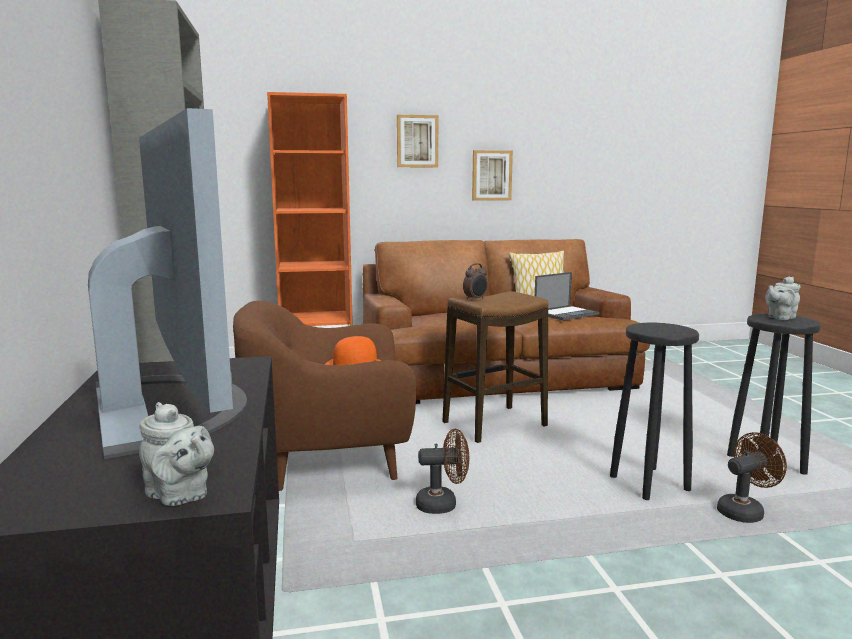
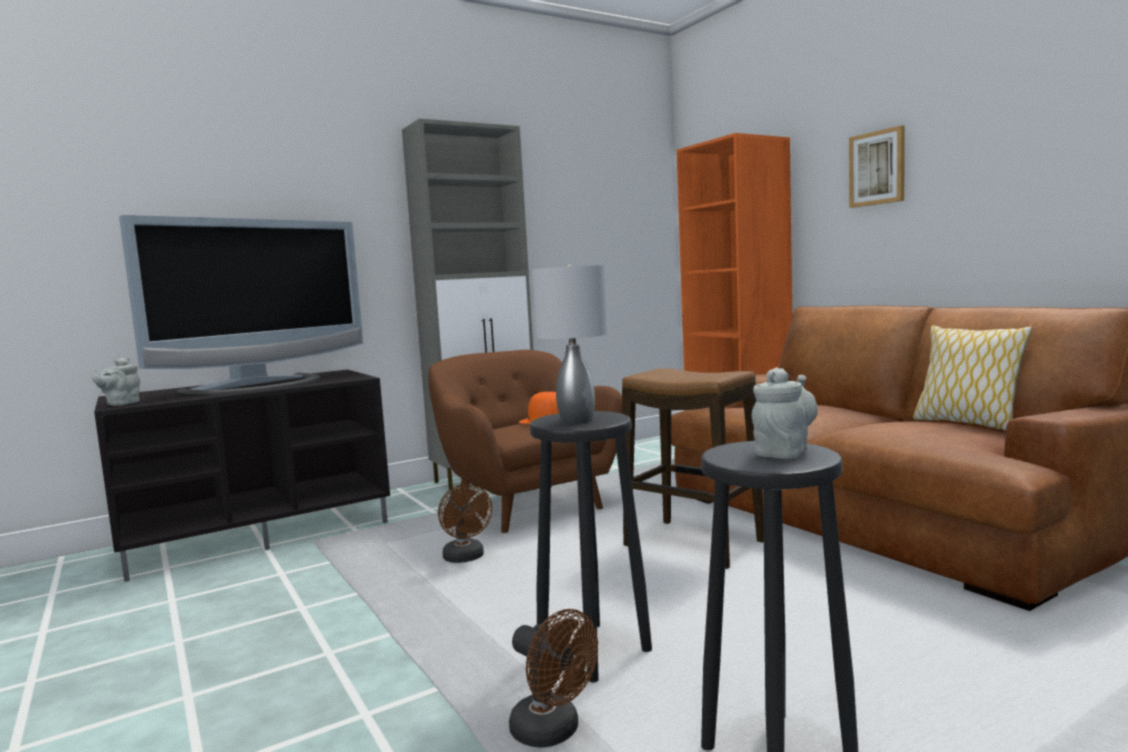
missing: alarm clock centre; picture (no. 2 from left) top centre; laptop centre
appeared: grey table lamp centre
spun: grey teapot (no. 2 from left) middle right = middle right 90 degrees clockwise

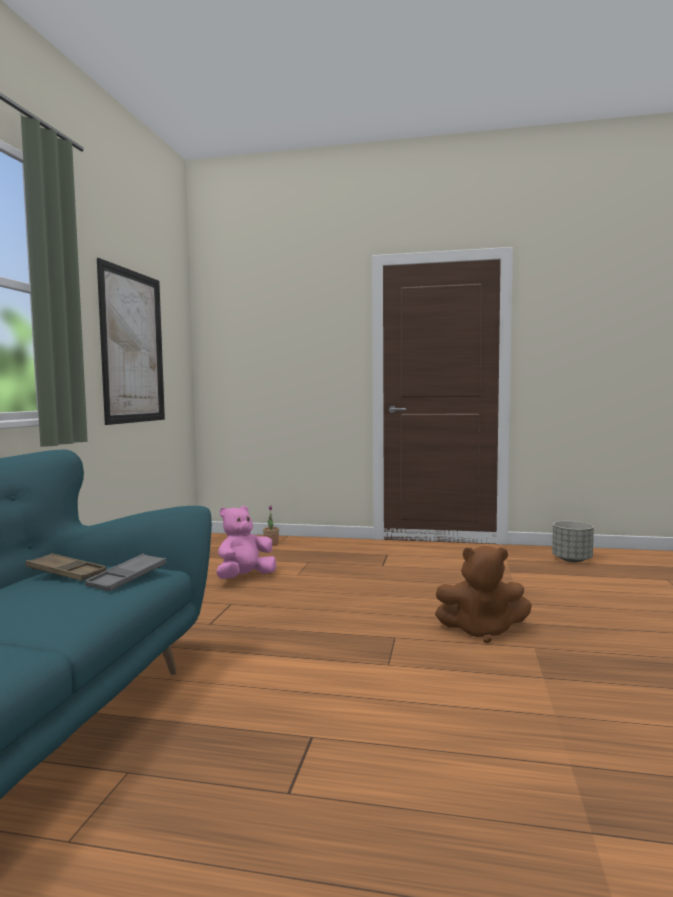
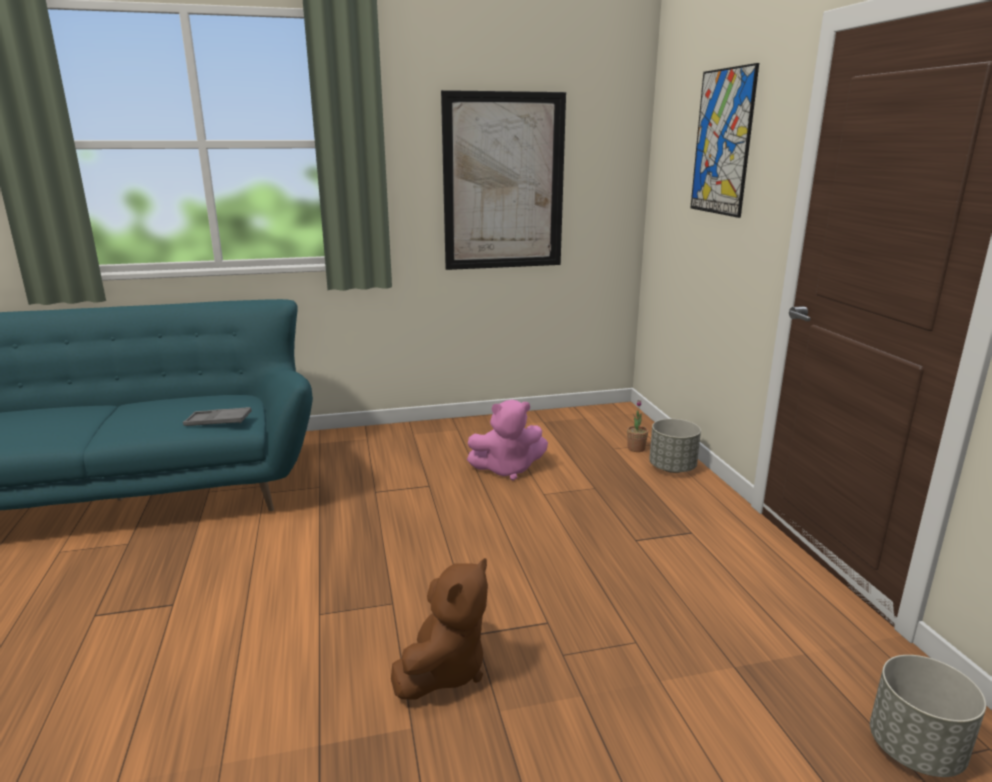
missing: brown tray middle left
appeared: grey planter (no. 1 from left) middle right; picture (no. 2 from left) top right
spun: pink plush toy centre = centre 150 degrees clockwise; brown plush toy middle right = bottom centre 135 degrees counterclockwise

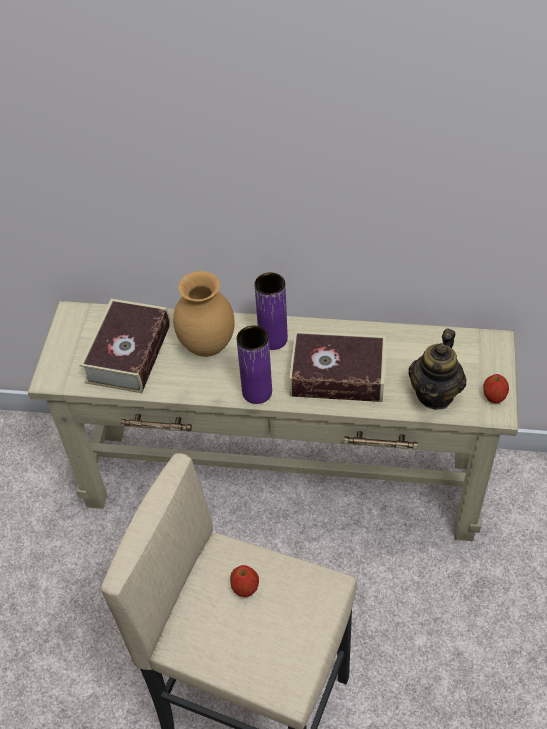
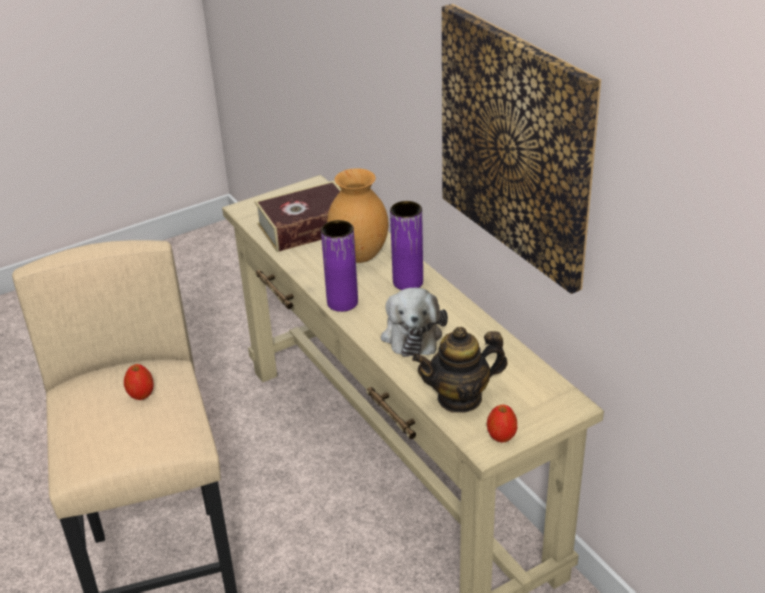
appeared: picture top right
exchanged: book (no. 2 from left) centre to plush toy centre

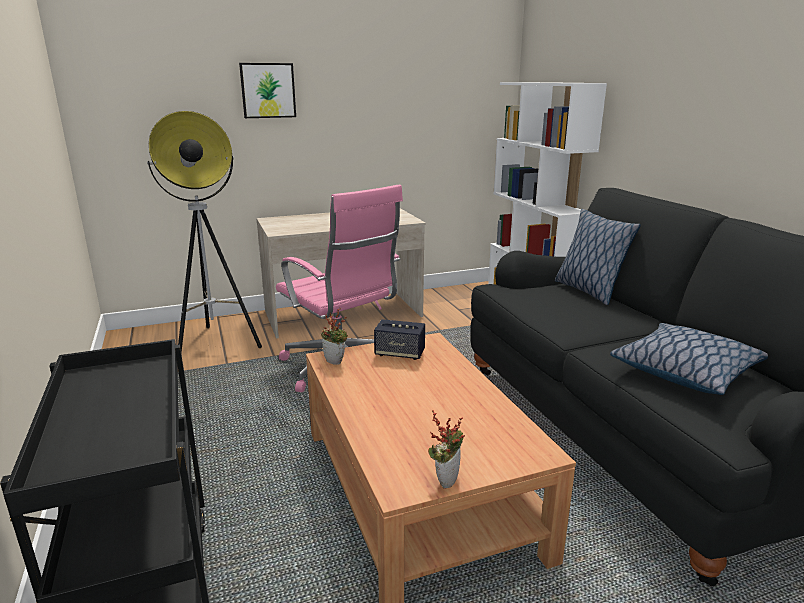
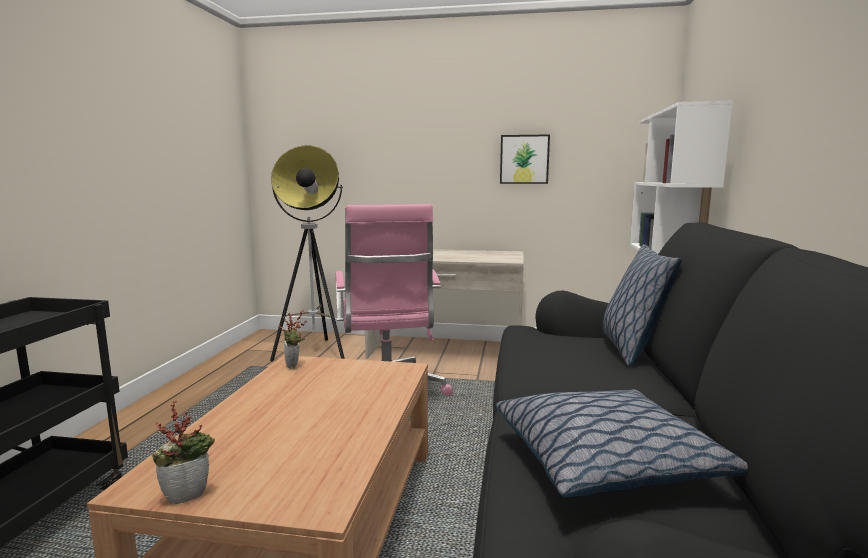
missing: speaker centre
relocated: picture top left to top centre

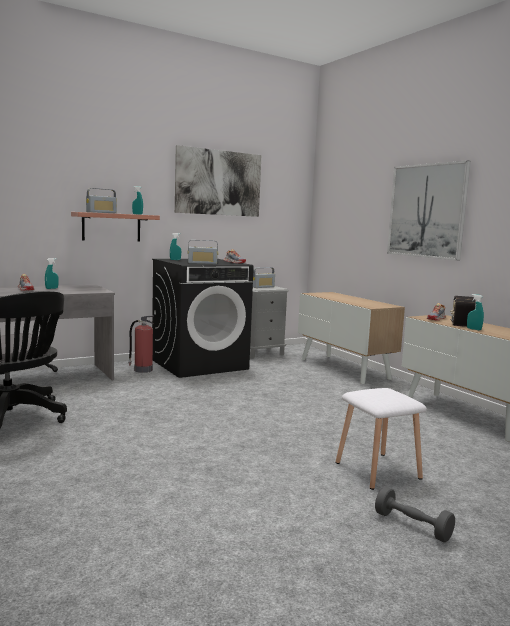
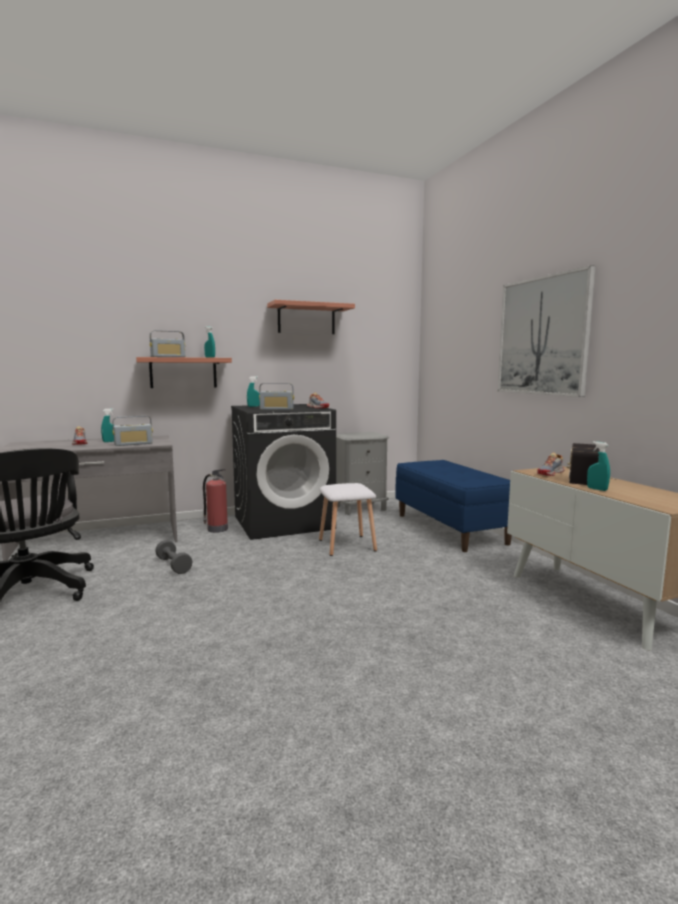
relocated: radio (no. 3 from left in the first image) centre to radio (no. 1 from left) middle left; white stool bottom right to centre; grey dumbbell bottom right to middle left
exchanged: picture (no. 1 from left) top centre to shelf (no. 2 from left) centre; cabinet (no. 1 from left) middle right to blue bench middle right

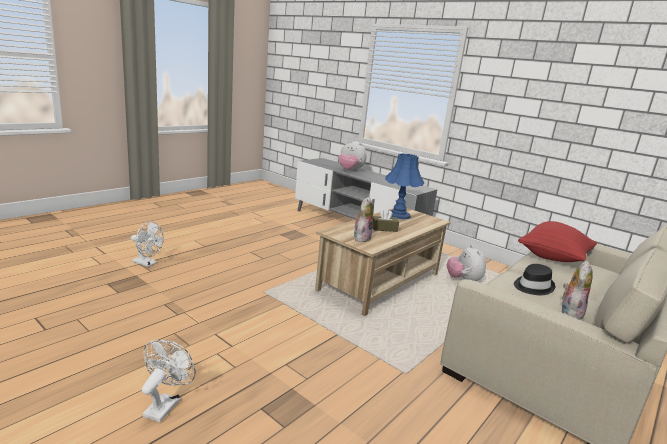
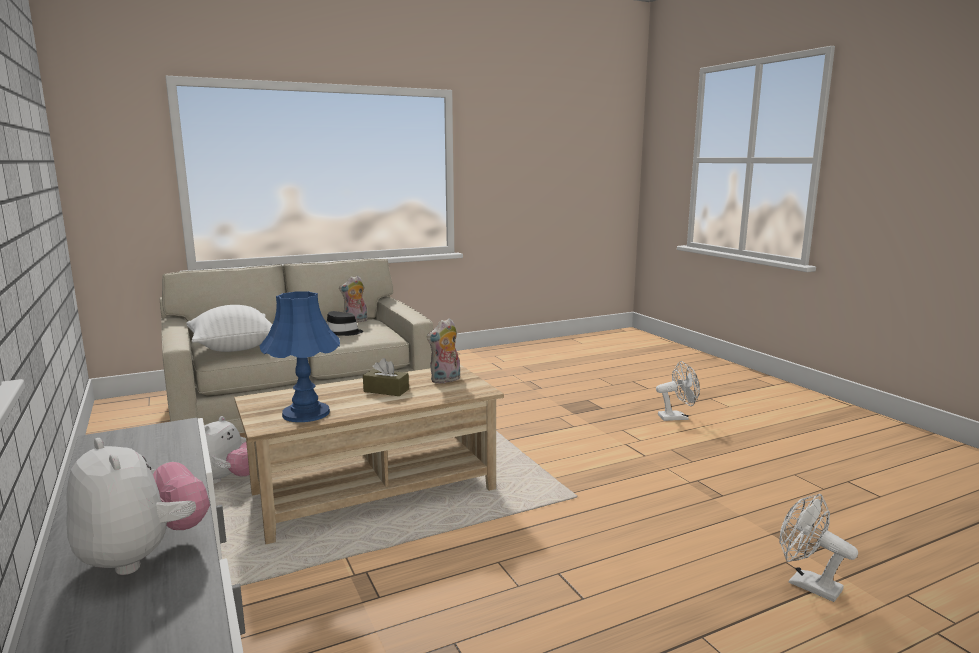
colour: red pillow middle right to white pillow middle left
spun: white fan (no. 2 from left in the first image) bottom left = middle right 135 degrees counterclockwise

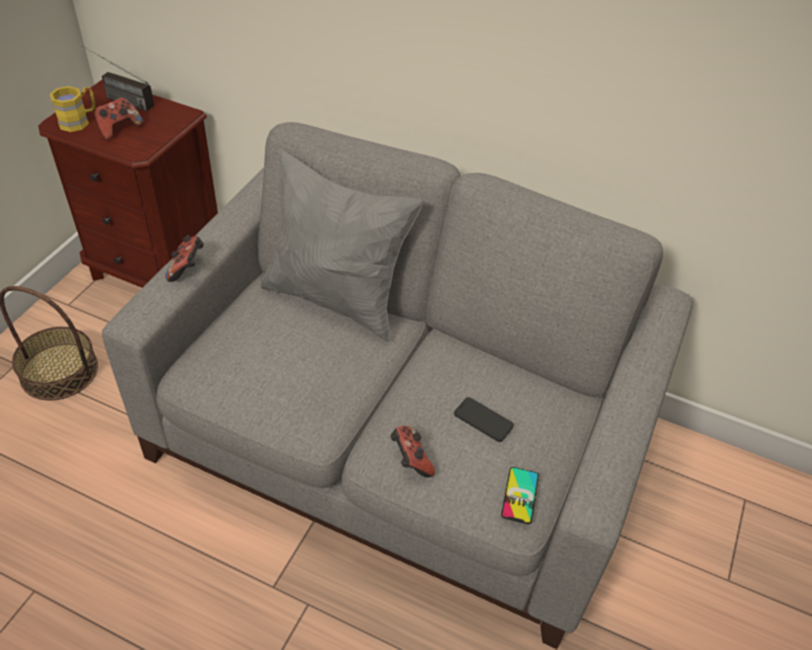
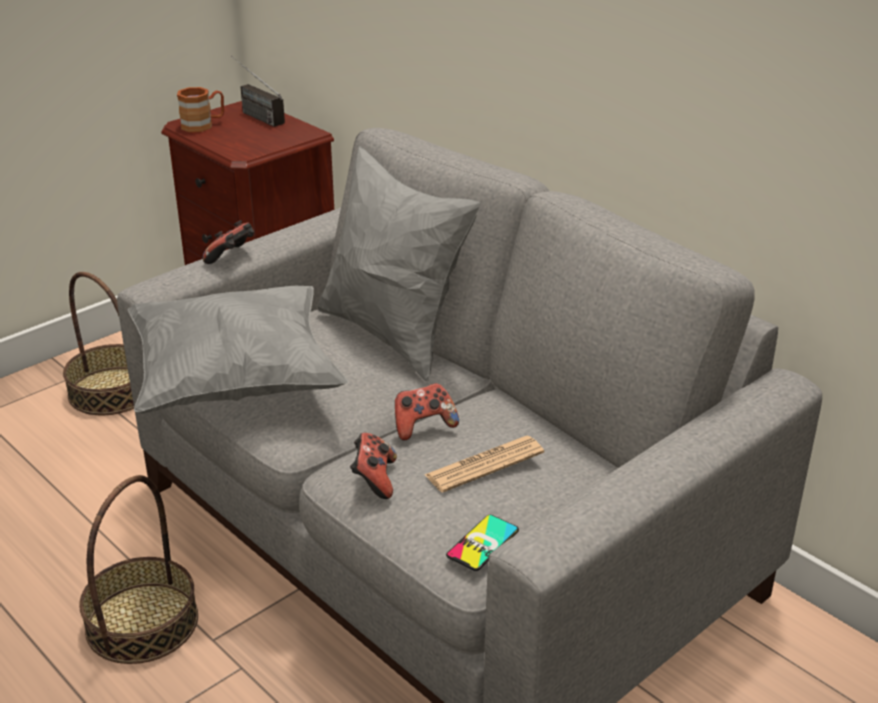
appeared: basket (no. 2 from left) bottom left; grey pillow (no. 1 from left) middle left
relocated: game controller (no. 1 from left in the first image) top left to game controller (no. 3 from left) centre
exchanged: phone (no. 1 from left) centre to newspaper centre
colour: yellow mug top left to brown mug top left

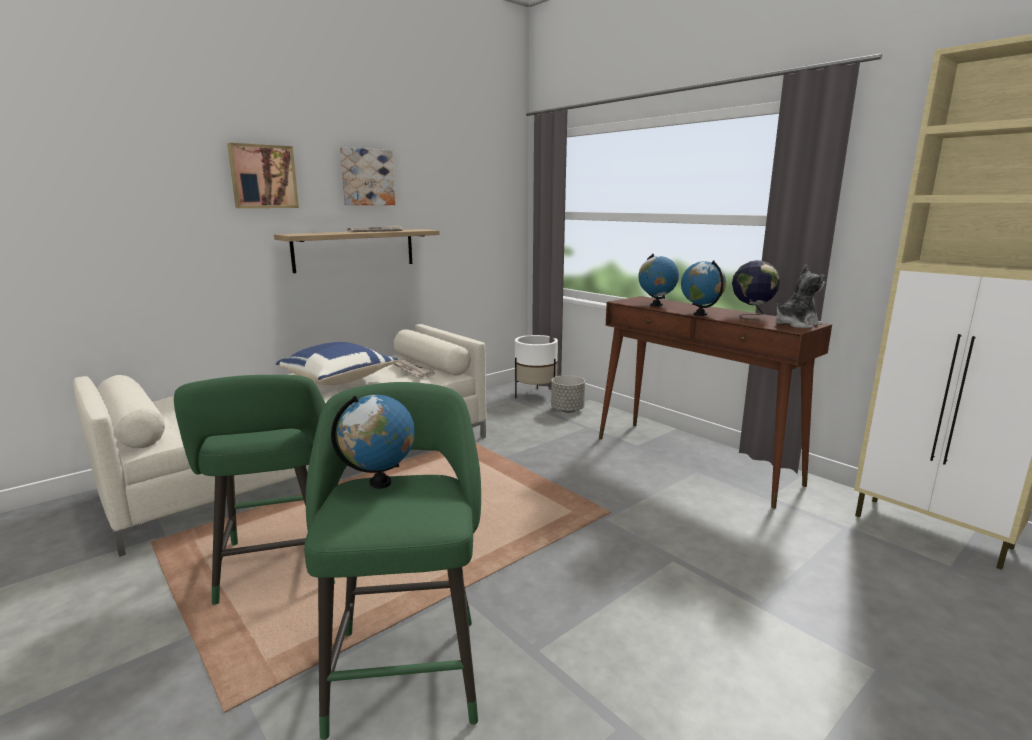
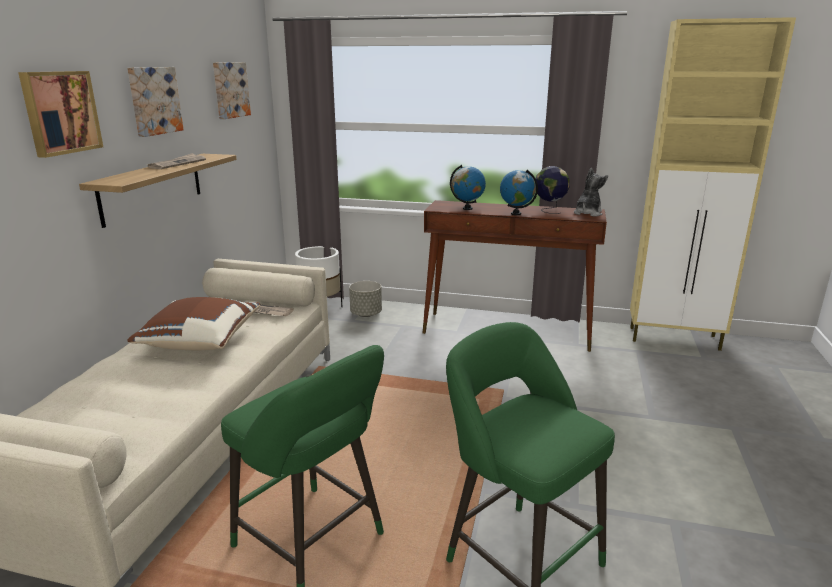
missing: globe (no. 1 from left) centre
appeared: picture (no. 3 from left) top left
colour: blue pillow middle left to brown pillow middle left

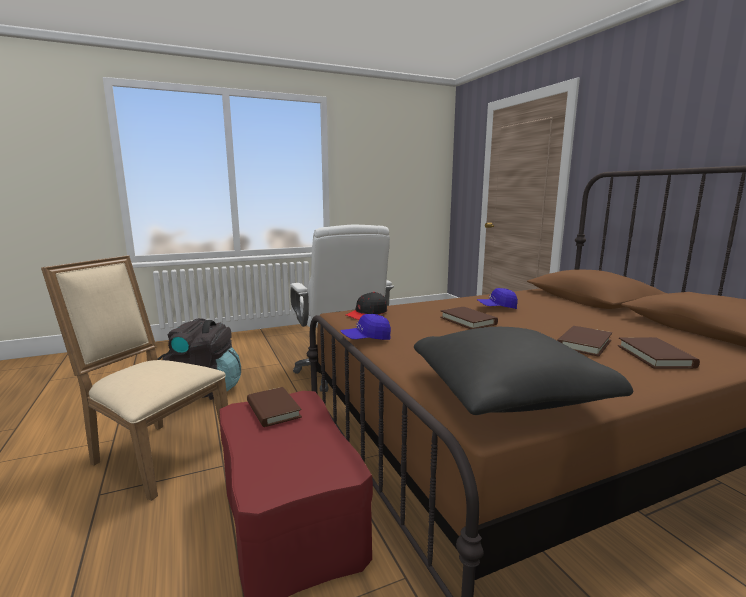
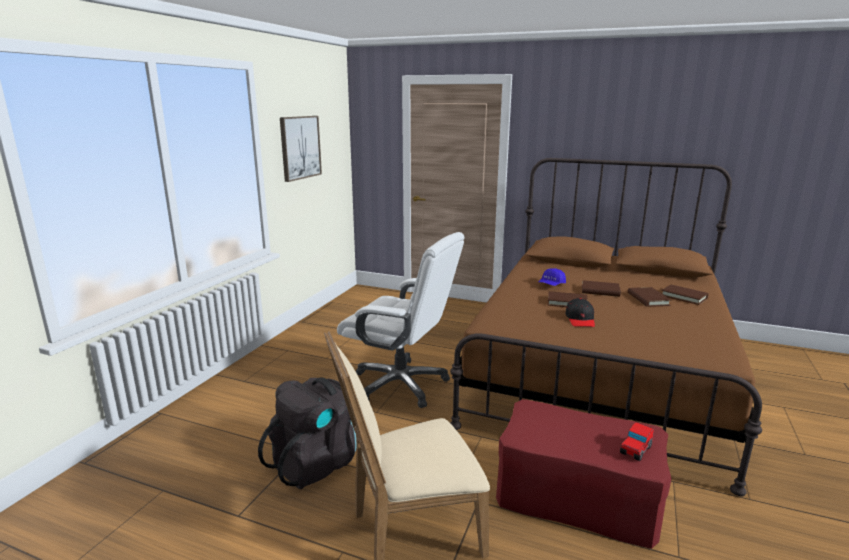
missing: blue cap (no. 1 from left) centre; black pillow middle right
appeared: picture top centre; toy car bottom right
relocated: brown book (no. 1 from left in the first image) bottom centre to brown book (no. 2 from left) middle right; black cap centre to middle right

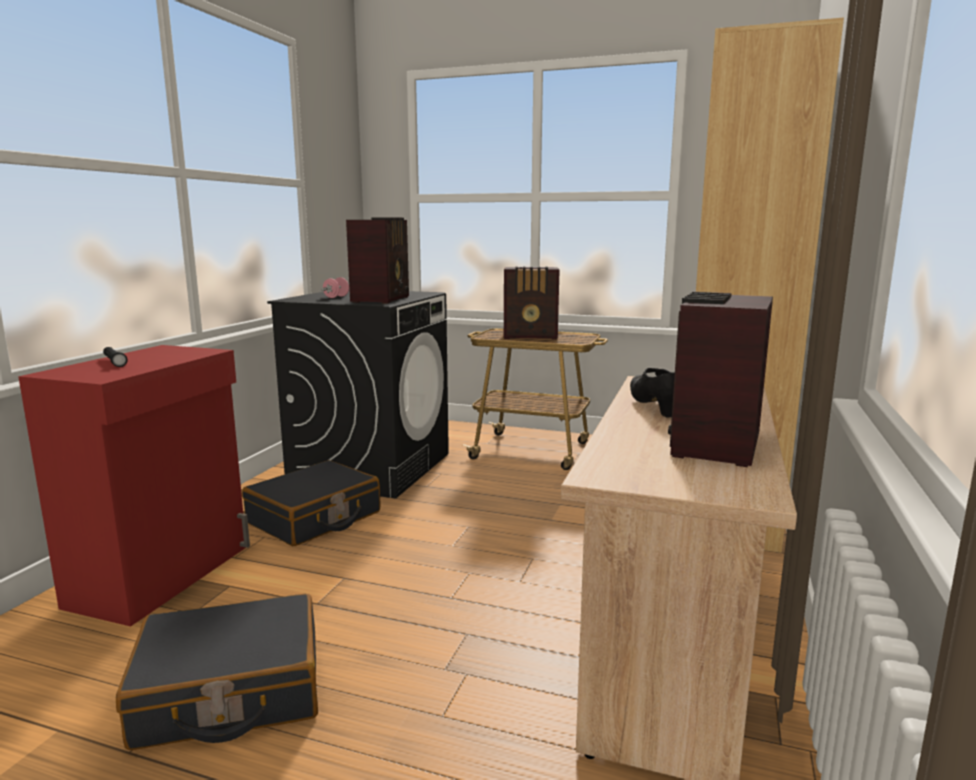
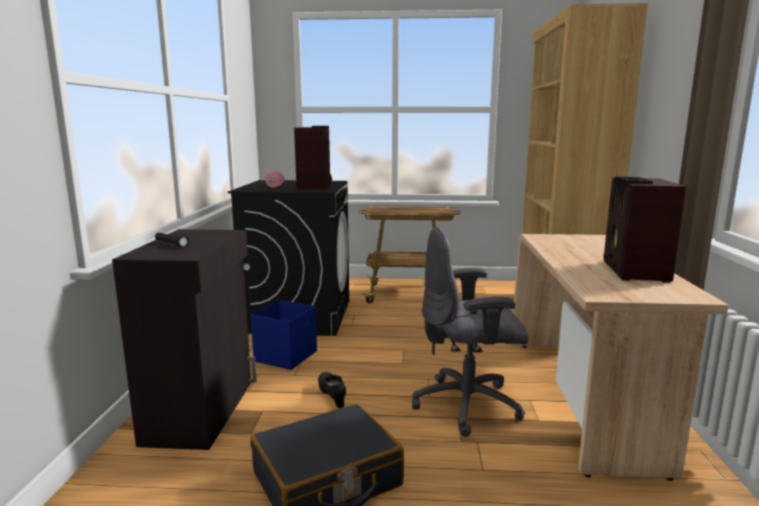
missing: radio (no. 2 from left) centre
appeared: grey office chair centre
relocated: black shoe middle right to bottom centre
exchanged: black suitcase (no. 2 from left) middle left to blue storage box centre
colour: red cabinet middle left to black cabinet bottom left

